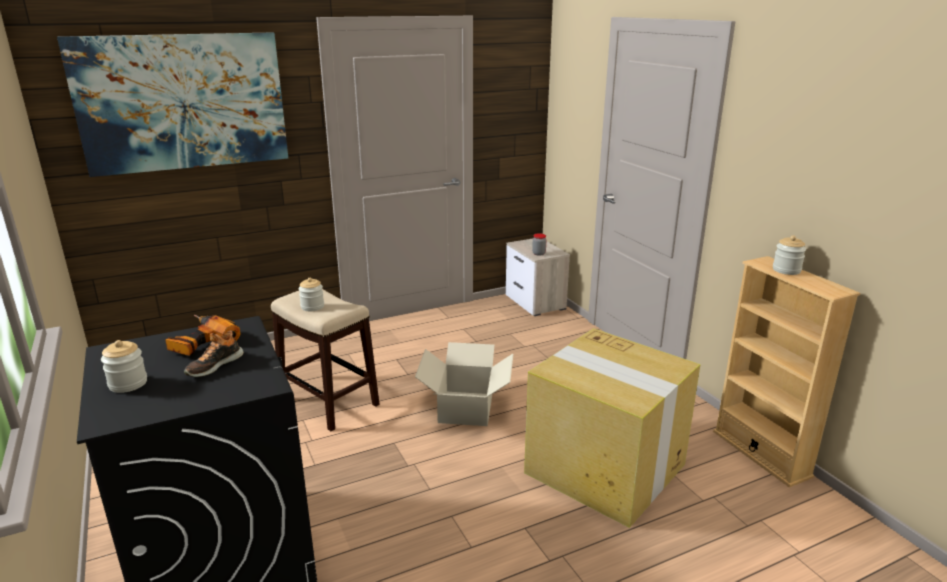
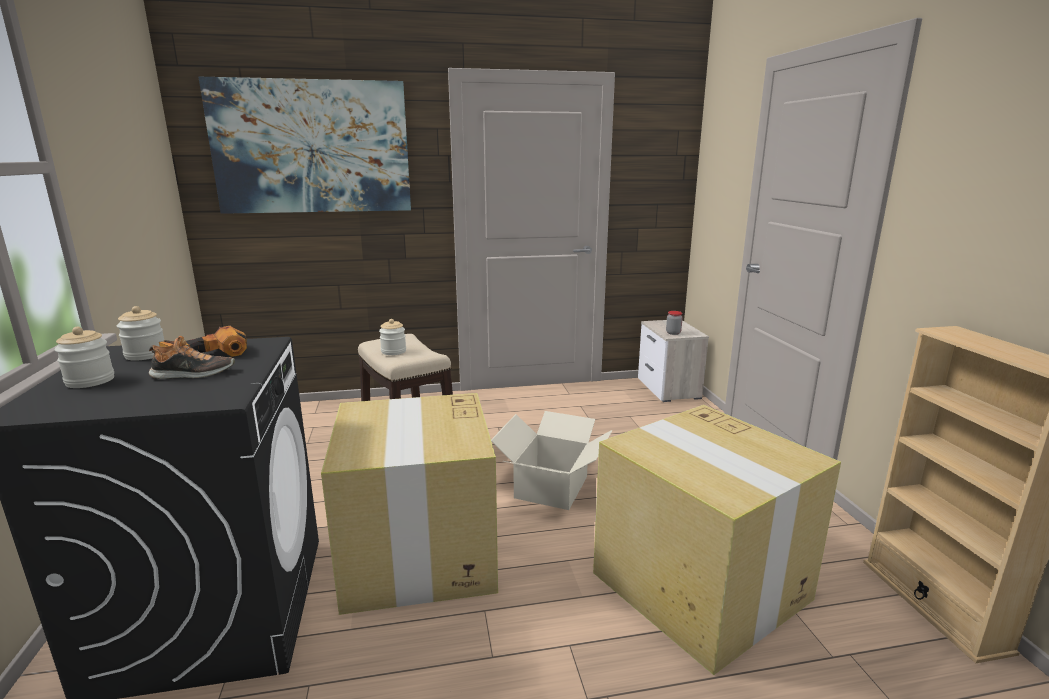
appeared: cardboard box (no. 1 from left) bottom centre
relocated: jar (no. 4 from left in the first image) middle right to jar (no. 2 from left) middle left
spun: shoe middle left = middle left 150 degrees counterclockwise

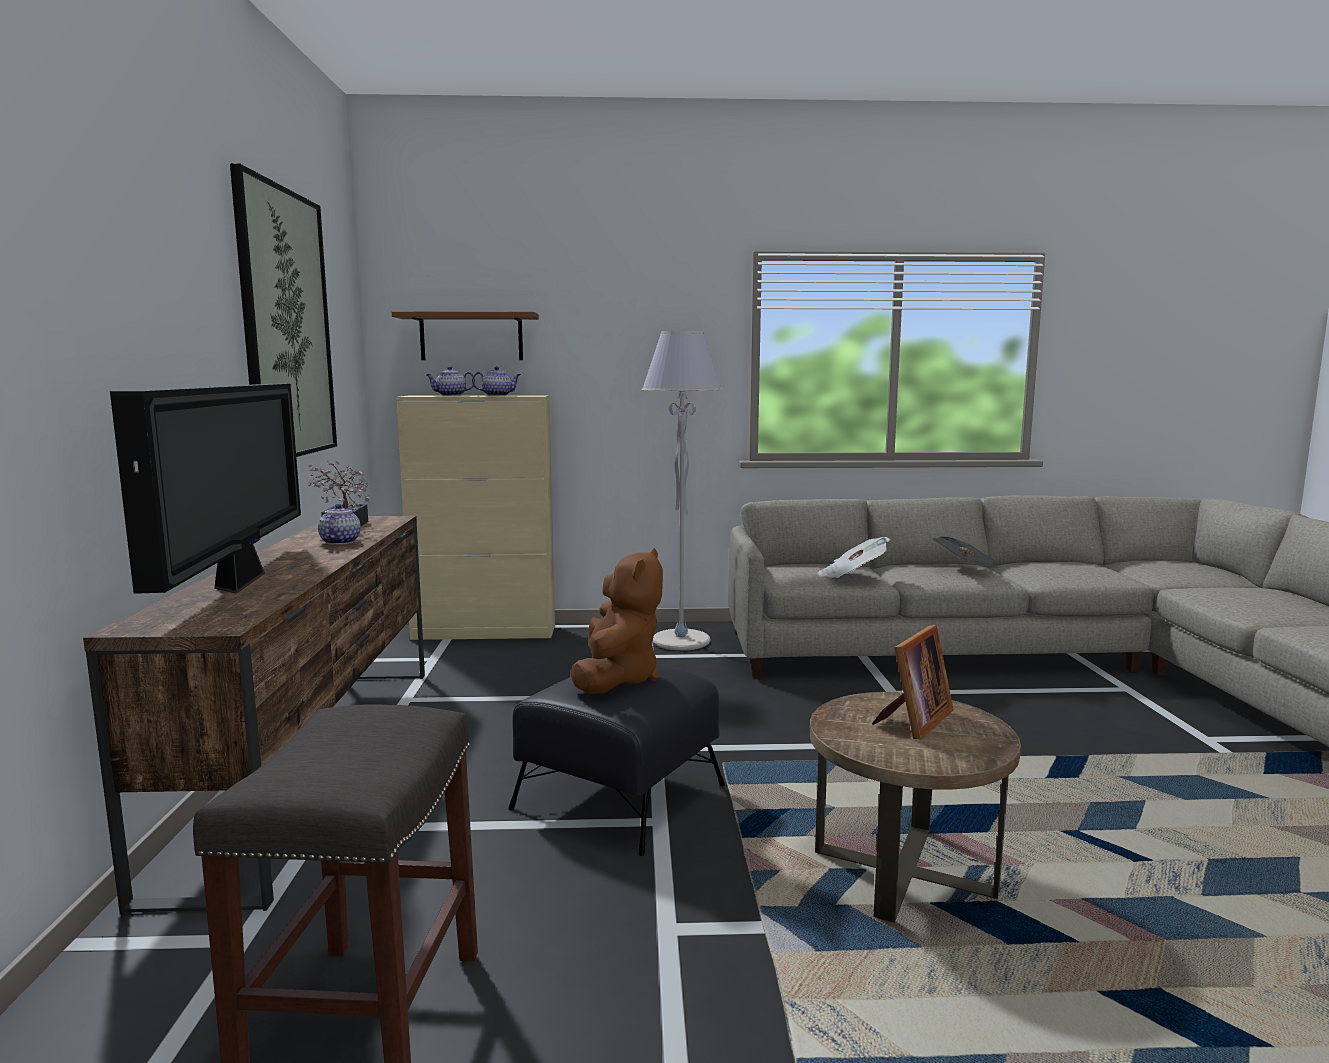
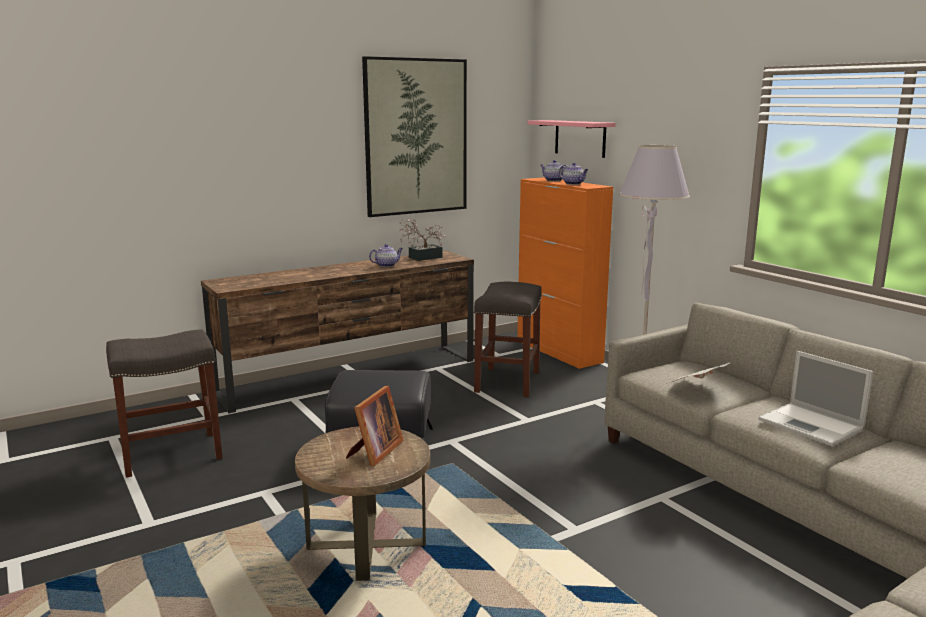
missing: television middle left; brown plush toy centre
appeared: grey stool (no. 2 from left) centre
exchanged: newspaper (no. 2 from left) middle right to laptop middle right
colour: brown shelf top centre to pink shelf top centre; beige cabinet centre to orange cabinet centre
spun: picture frame middle right = bottom centre 75 degrees counterclockwise

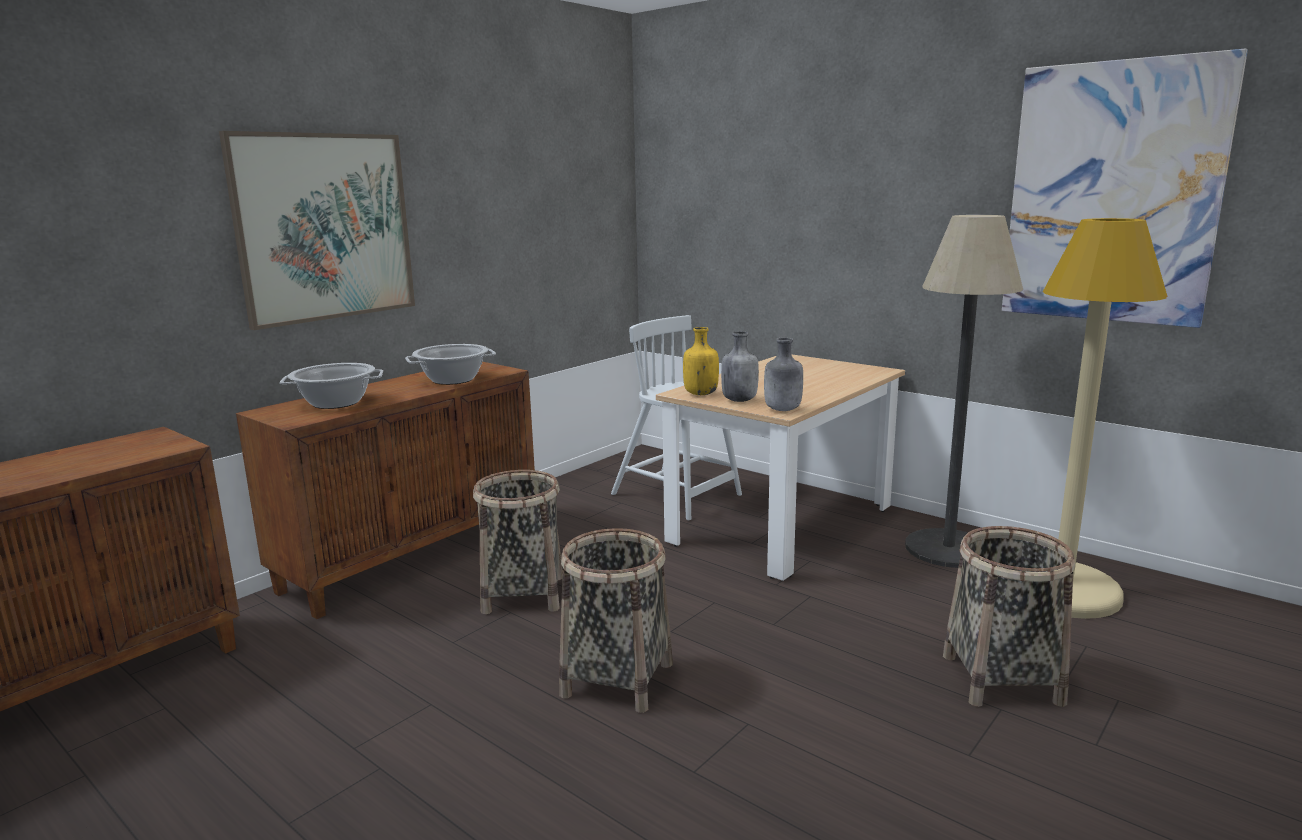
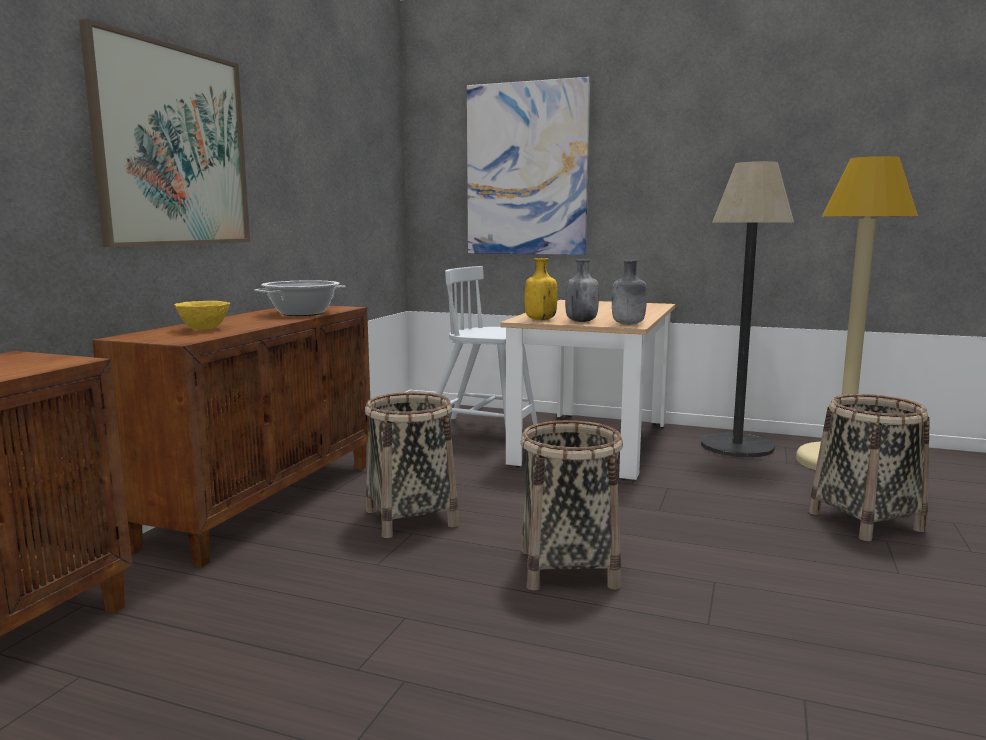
relocated: picture (no. 2 from left) top right to top centre
exchanged: cooking pot (no. 1 from left) middle left to yellow bowl middle left

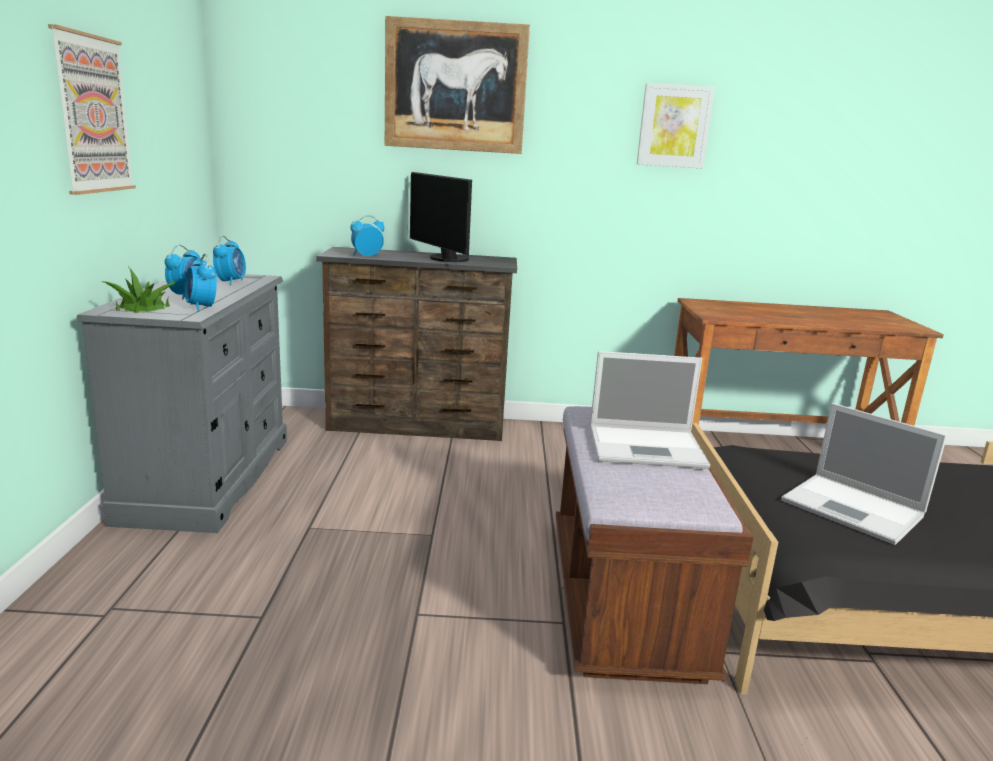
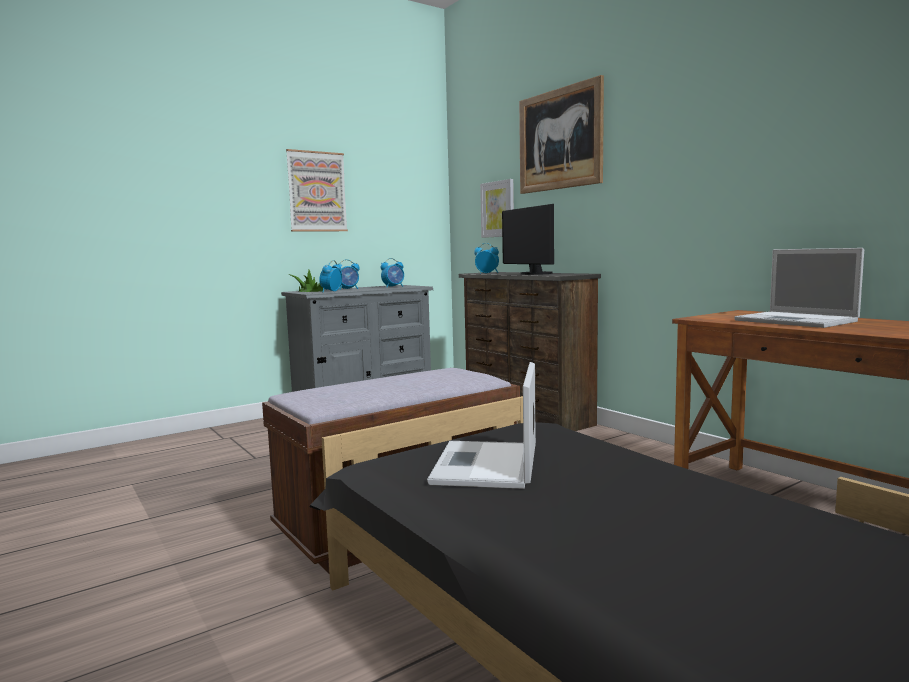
relocated: laptop (no. 1 from left in the first image) centre to laptop (no. 2 from left) middle right; picture (no. 3 from left in the first image) top right to picture (no. 2 from left) top centre
spun: monitor top centre = centre 45 degrees counterclockwise

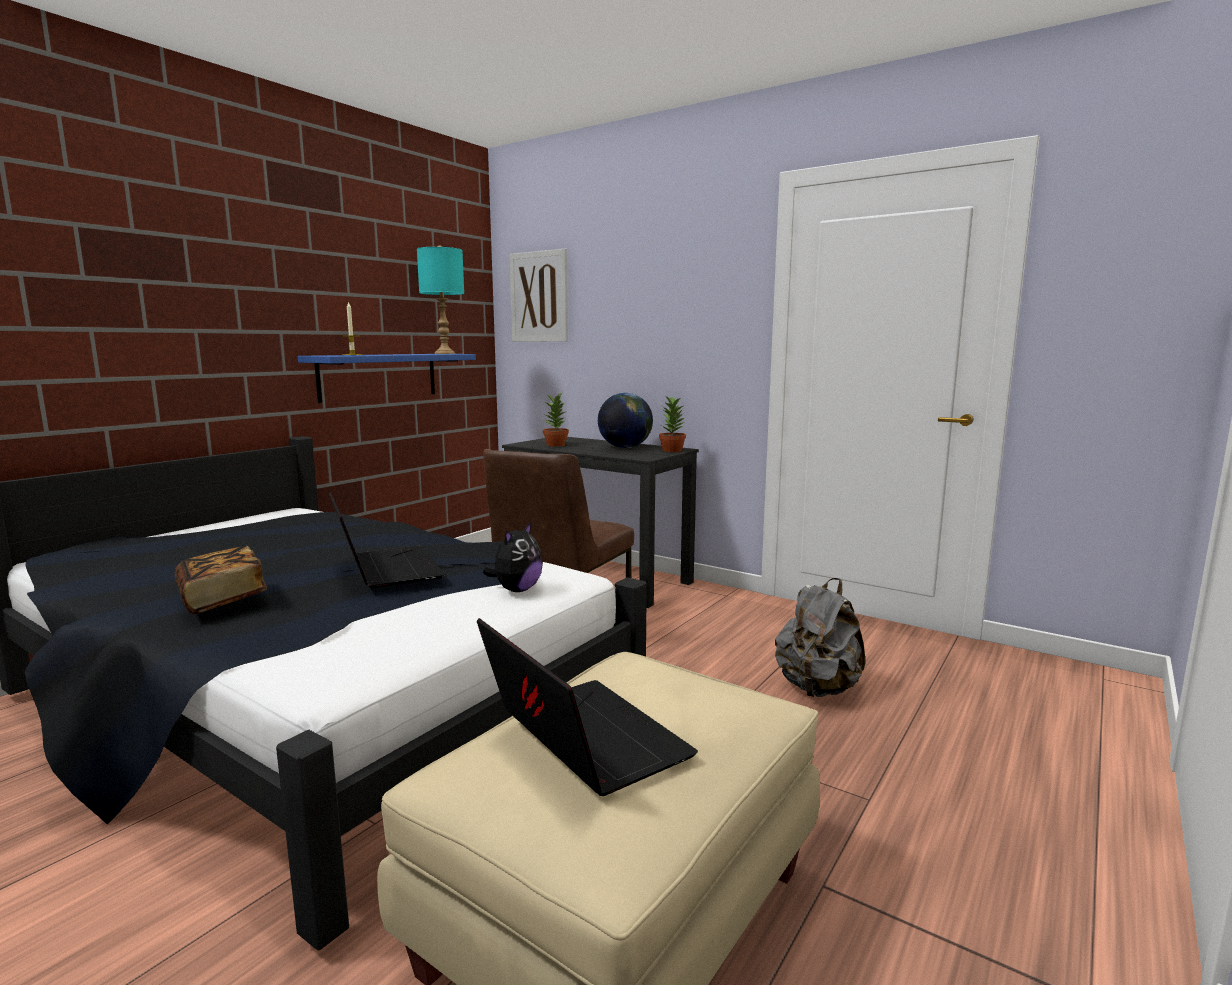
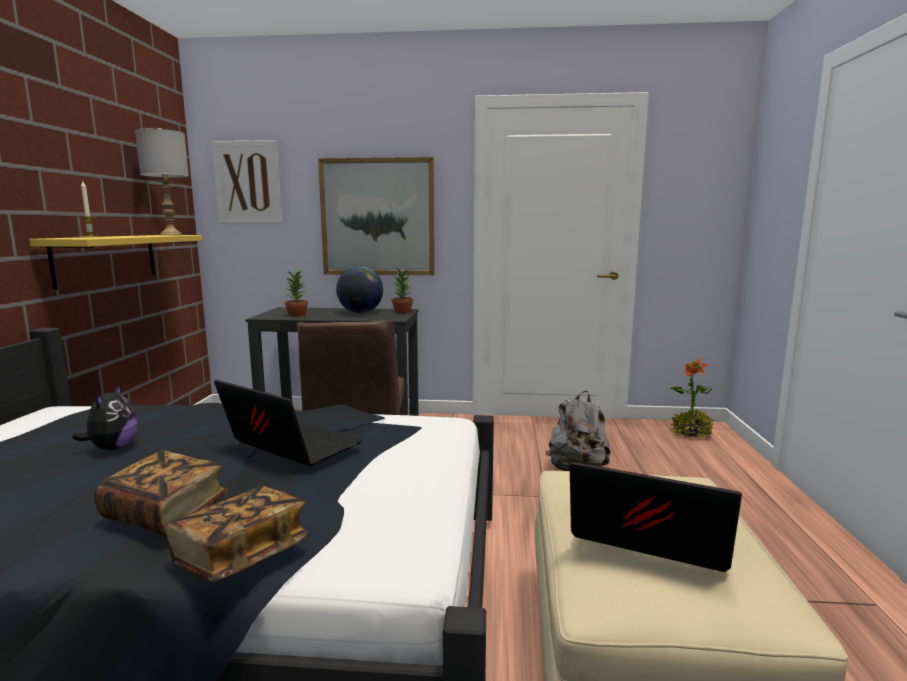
appeared: book (no. 2 from left) bottom left; picture (no. 2 from left) top centre; potted plant (no. 3 from left) middle right
relocated: plush toy centre to middle left
colour: blue shelf middle left to yellow shelf middle left; turquoise table lamp top centre to grey table lamp top left

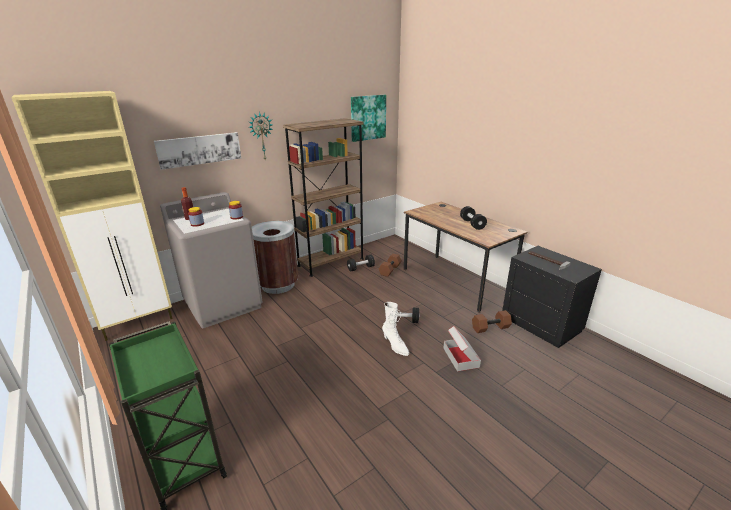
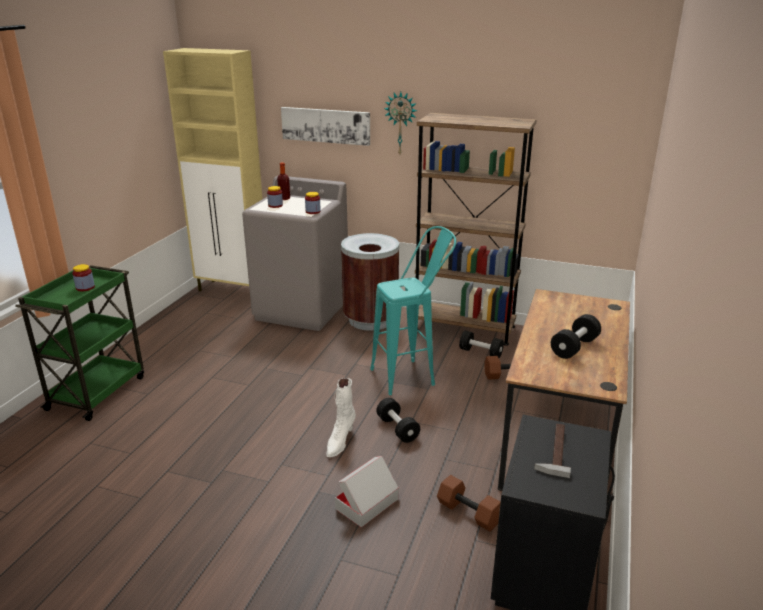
missing: picture (no. 2 from left) top centre
appeared: jar (no. 1 from left) middle left; turquoise stool centre

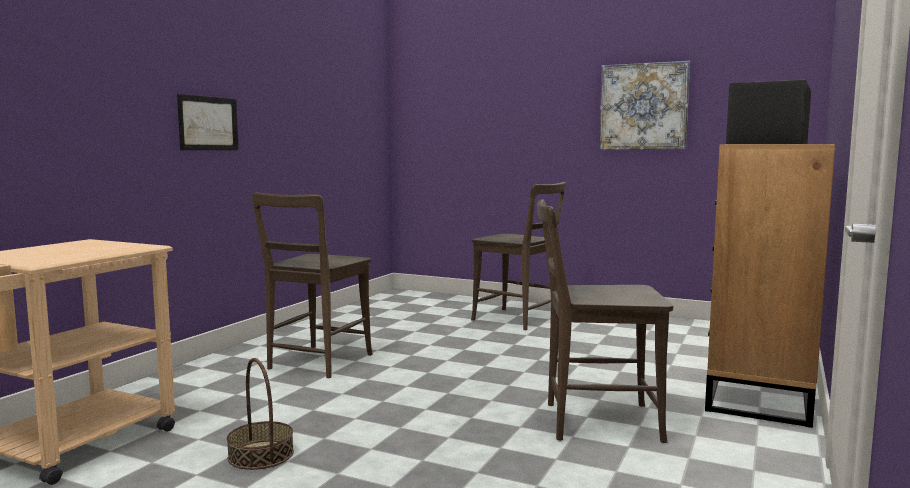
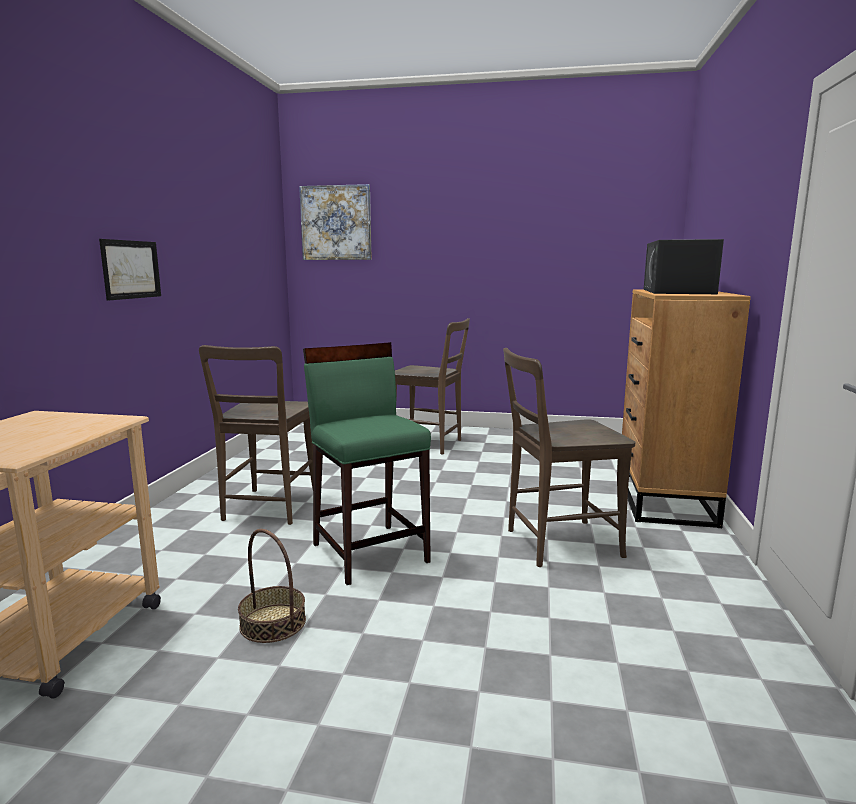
appeared: green stool centre
relocated: picture (no. 2 from left) top right to top centre

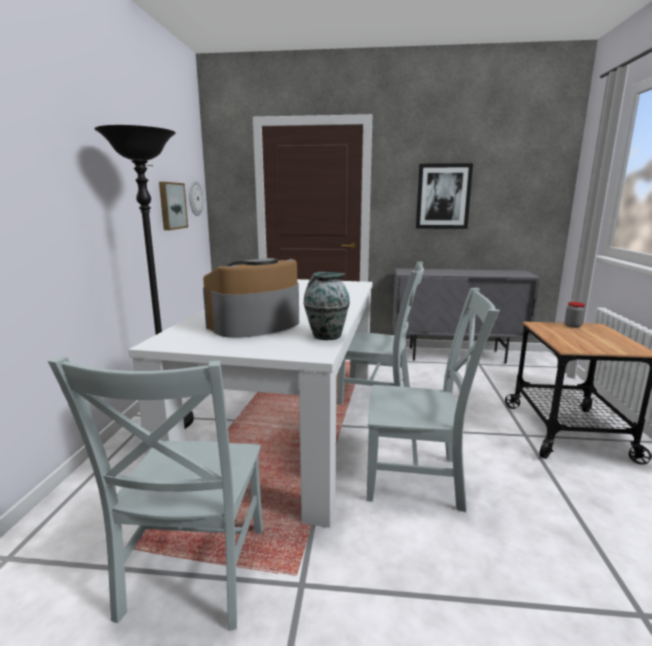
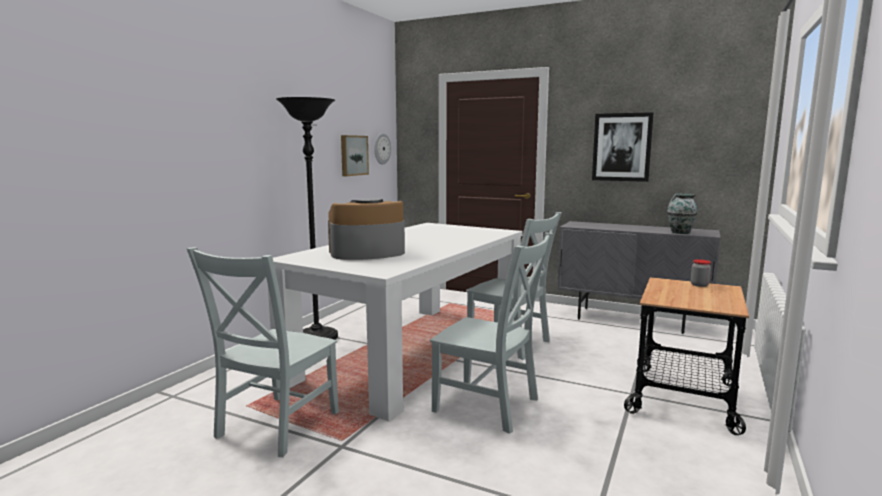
relocated: vase centre to middle right

